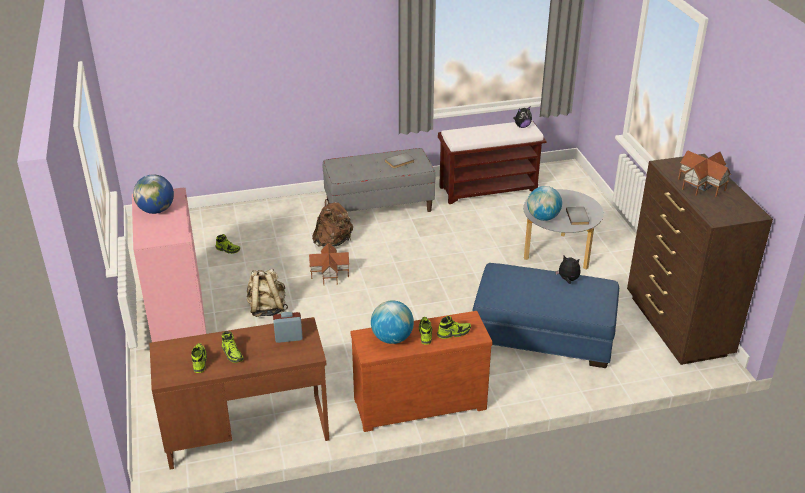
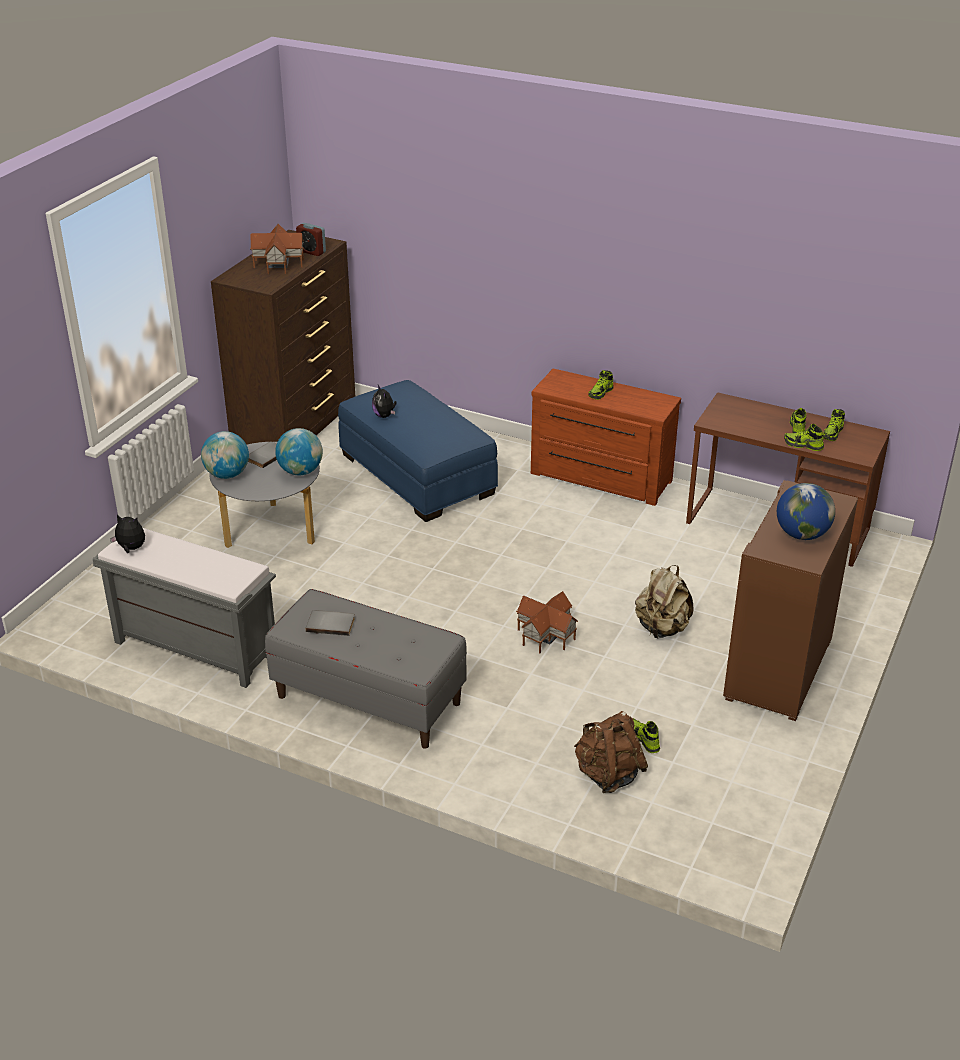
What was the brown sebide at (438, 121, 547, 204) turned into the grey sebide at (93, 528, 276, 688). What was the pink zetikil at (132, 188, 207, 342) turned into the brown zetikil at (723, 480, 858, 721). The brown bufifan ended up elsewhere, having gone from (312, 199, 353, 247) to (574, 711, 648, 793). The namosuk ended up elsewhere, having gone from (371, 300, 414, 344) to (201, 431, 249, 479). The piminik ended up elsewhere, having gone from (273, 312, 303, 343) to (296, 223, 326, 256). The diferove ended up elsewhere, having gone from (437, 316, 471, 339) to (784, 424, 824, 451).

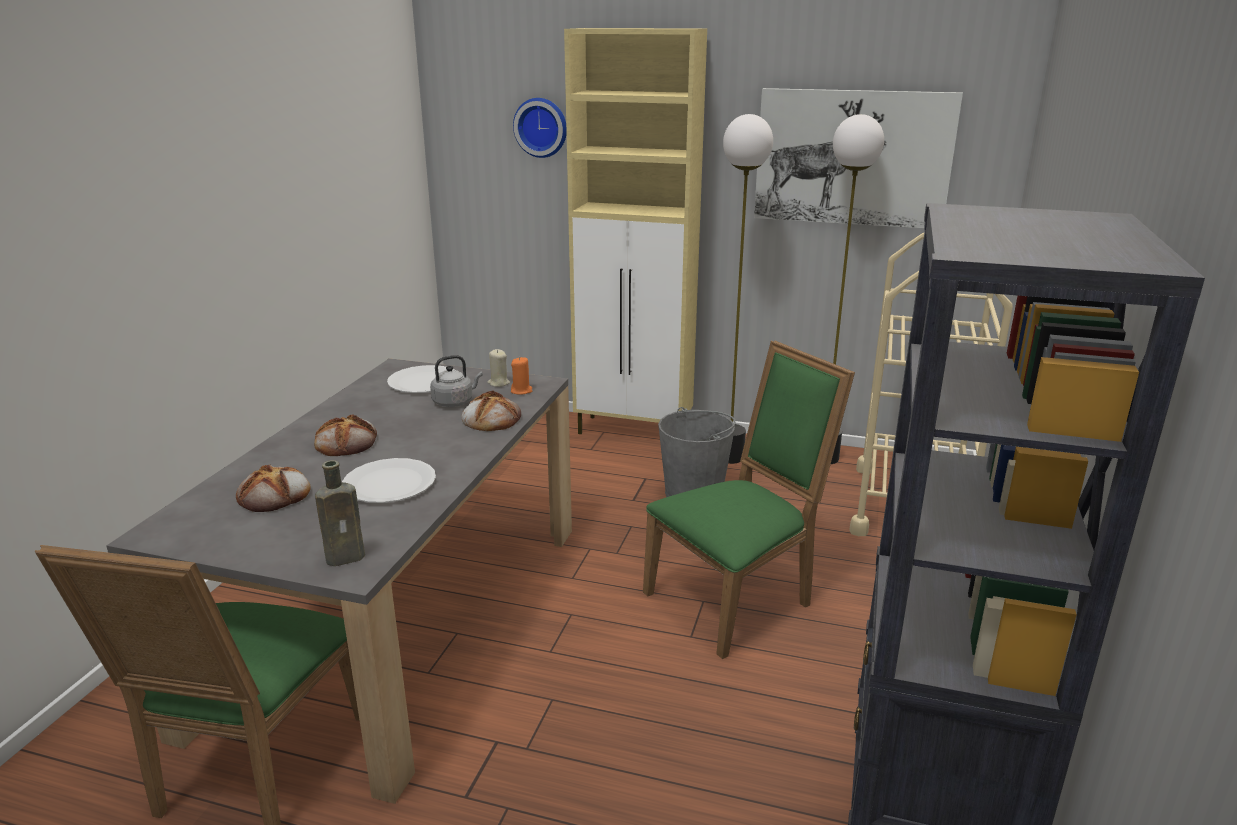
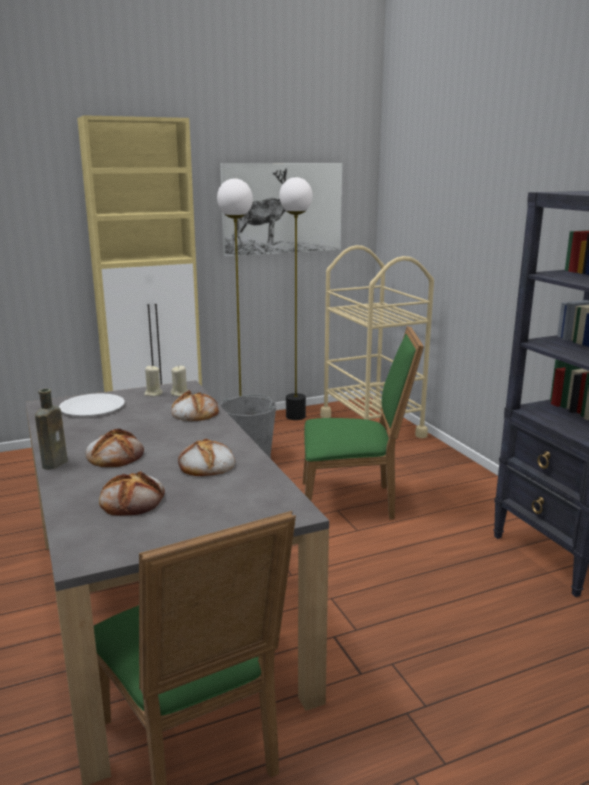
The second view lost the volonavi at (513, 98, 567, 158). The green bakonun at (643, 341, 855, 659) ended up facing another way, 75 degrees clockwise from before. The second view lost the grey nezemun at (430, 355, 483, 407). What was the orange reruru at (511, 357, 532, 395) turned into the beige reruru at (171, 365, 189, 396). Where the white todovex stood at (342, 458, 436, 503), the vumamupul came to stand at (178, 438, 235, 476). The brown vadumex ended up elsewhere, having gone from (315, 460, 365, 566) to (35, 389, 68, 470).

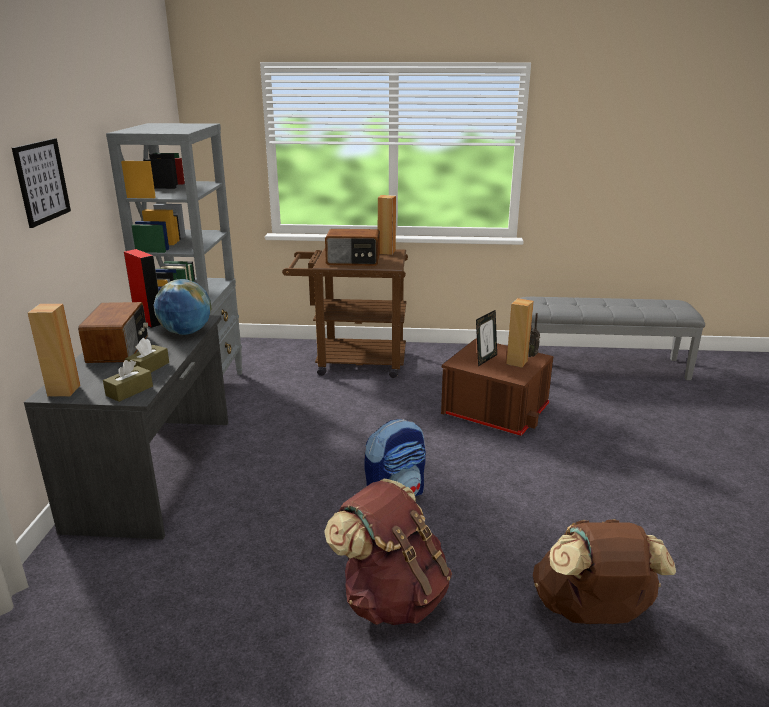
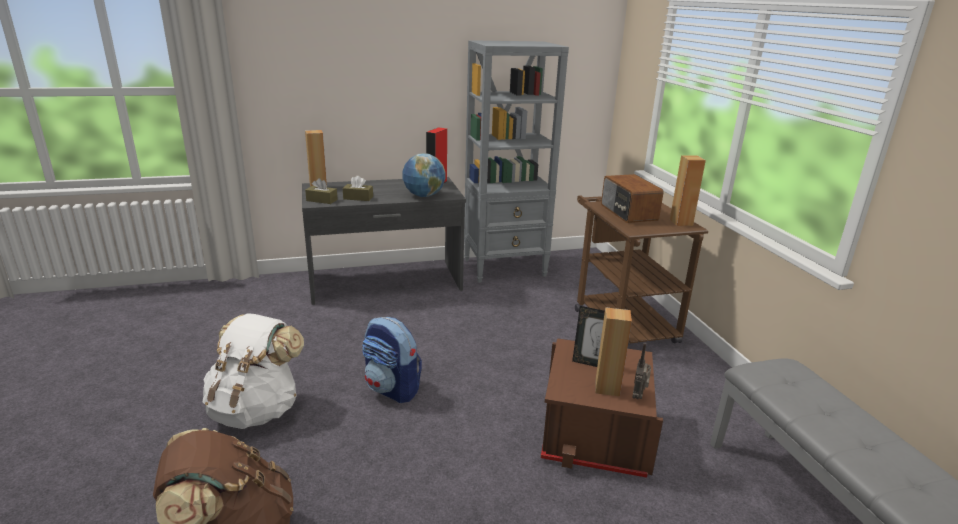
The second view lost the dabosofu at (12, 138, 71, 228). The second view lost the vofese at (78, 302, 148, 363). What was the brown bufifan at (324, 479, 452, 625) turned into the white bufifan at (203, 313, 304, 429).

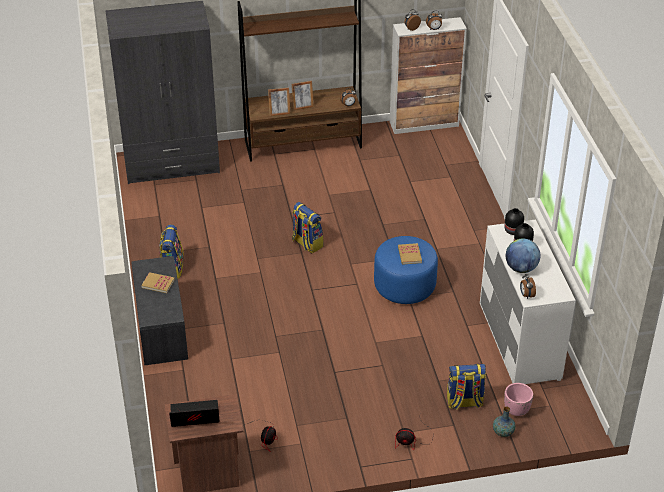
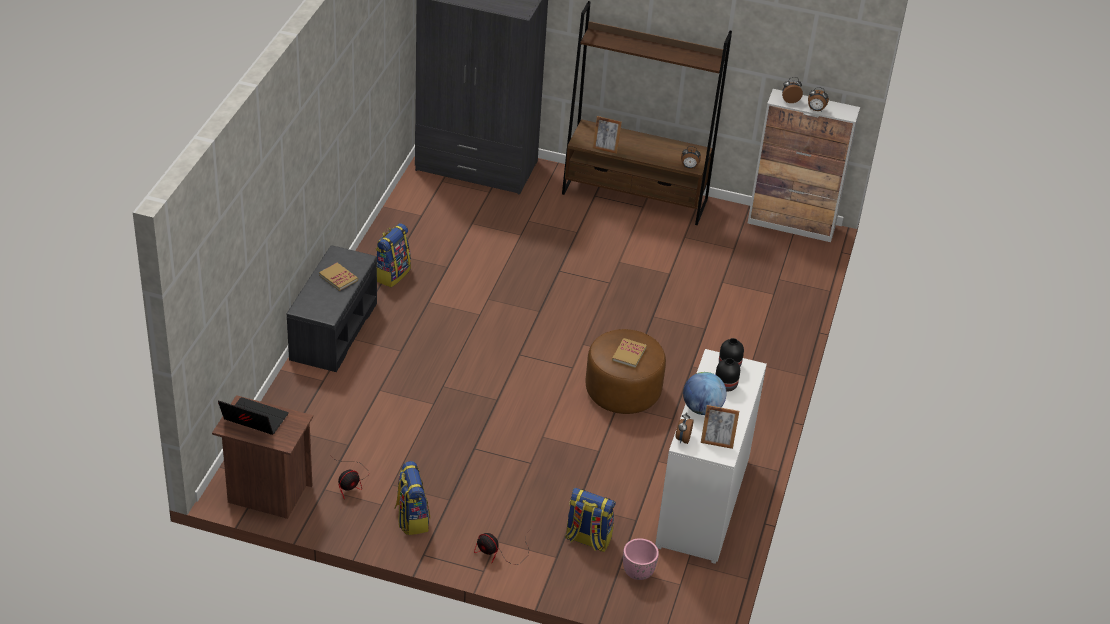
The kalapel ended up elsewhere, having gone from (292, 81, 314, 110) to (701, 405, 739, 449). The bufifan ended up elsewhere, having gone from (292, 202, 323, 253) to (395, 461, 430, 535). What was the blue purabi at (374, 236, 438, 304) turned into the brown purabi at (586, 329, 666, 414). The second view lost the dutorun at (493, 407, 516, 437).

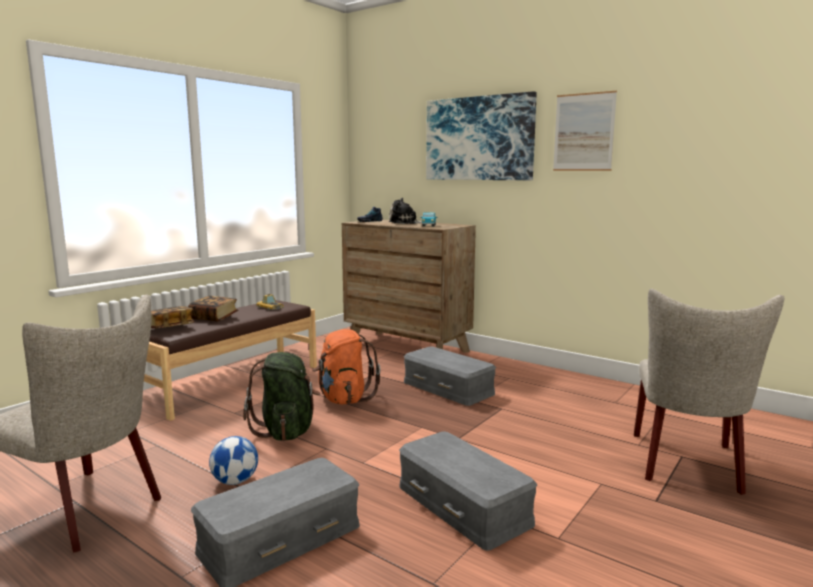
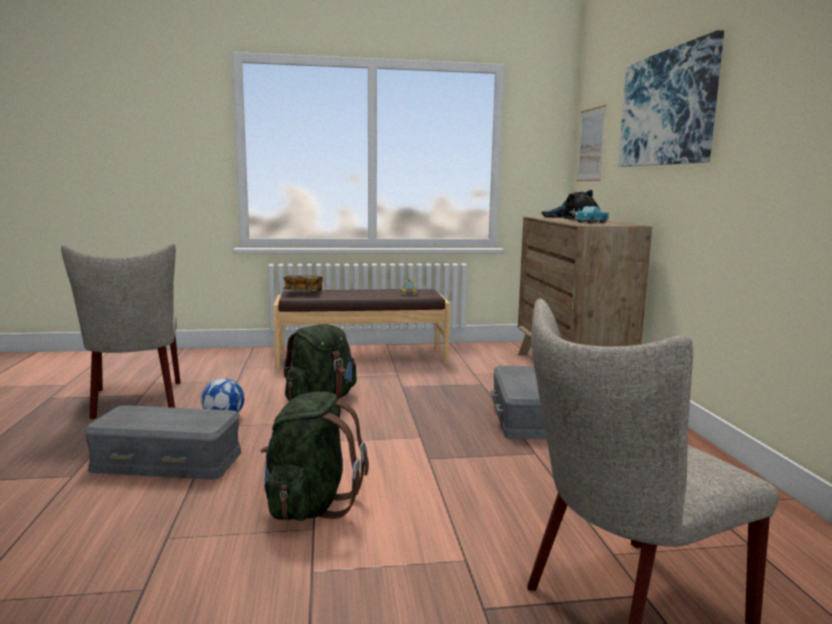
The dabosofu ended up elsewhere, having gone from (553, 91, 617, 171) to (576, 105, 606, 181). The second view lost the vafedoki at (188, 296, 239, 322). The second view lost the orange bufifan at (313, 329, 381, 404). Where the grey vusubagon stood at (399, 431, 538, 551), the green bufifan came to stand at (260, 392, 369, 521).

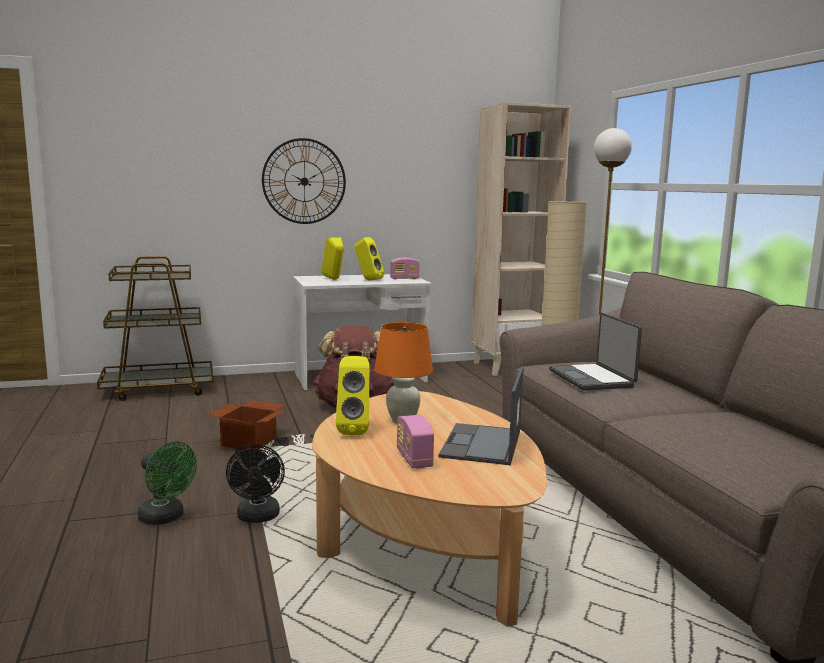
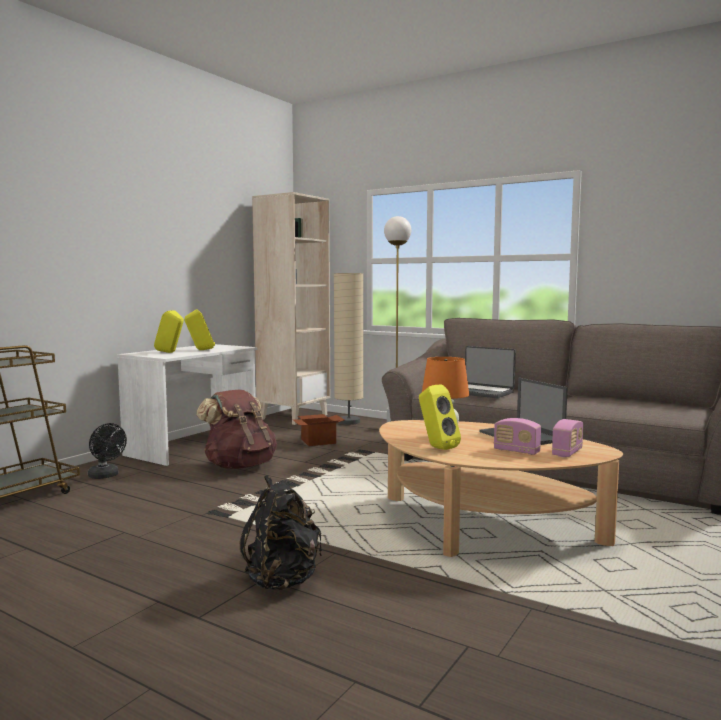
The second view lost the volonavi at (262, 138, 346, 224). The vofese ended up elsewhere, having gone from (390, 258, 420, 280) to (552, 419, 583, 457). The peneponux ended up elsewhere, having gone from (208, 400, 287, 450) to (292, 414, 344, 446). Where the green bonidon stood at (138, 442, 197, 525), the black bufifan came to stand at (240, 475, 322, 590). The black bonidon ended up elsewhere, having gone from (226, 444, 285, 523) to (88, 423, 127, 479).

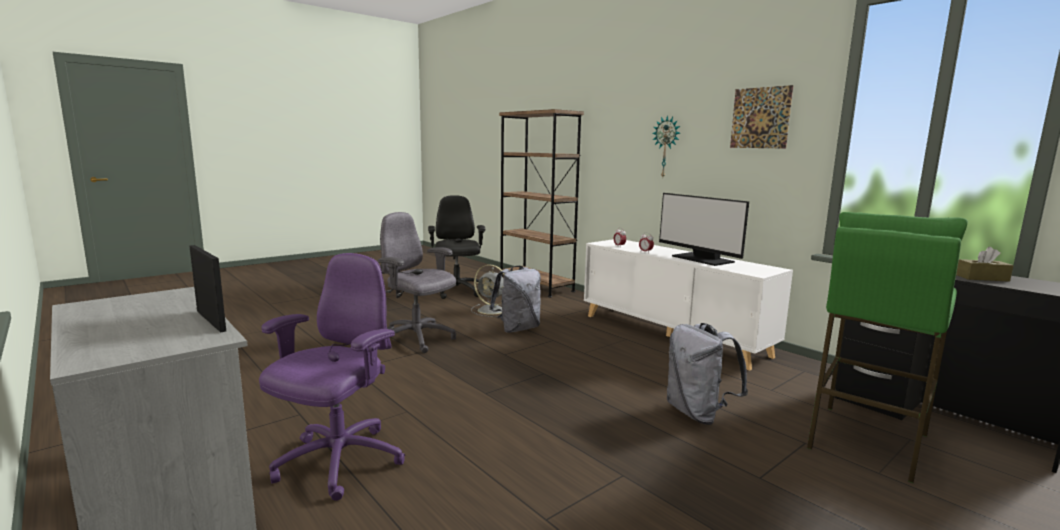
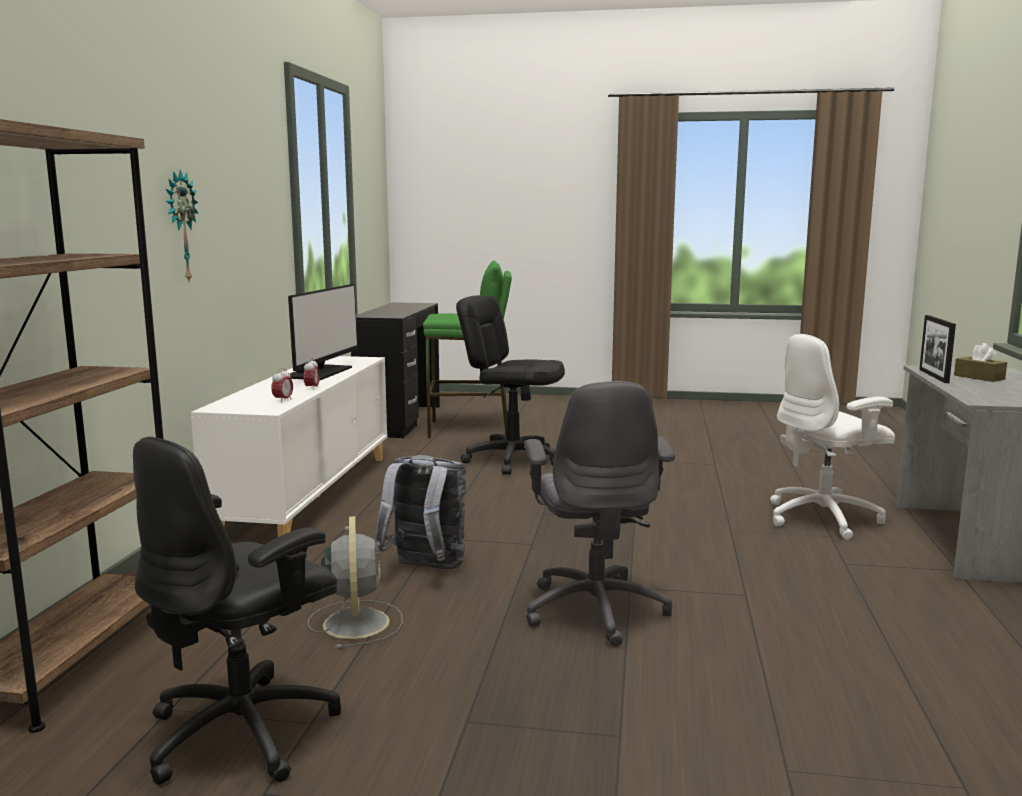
The second view lost the dabosofu at (730, 85, 794, 149). The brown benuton ended up elsewhere, having gone from (956, 247, 1014, 282) to (954, 343, 1007, 382). What was the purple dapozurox at (259, 253, 405, 501) turned into the white dapozurox at (770, 334, 895, 540). Where the grey bufifan stood at (667, 323, 748, 425), the black dapozurox came to stand at (456, 295, 565, 475).

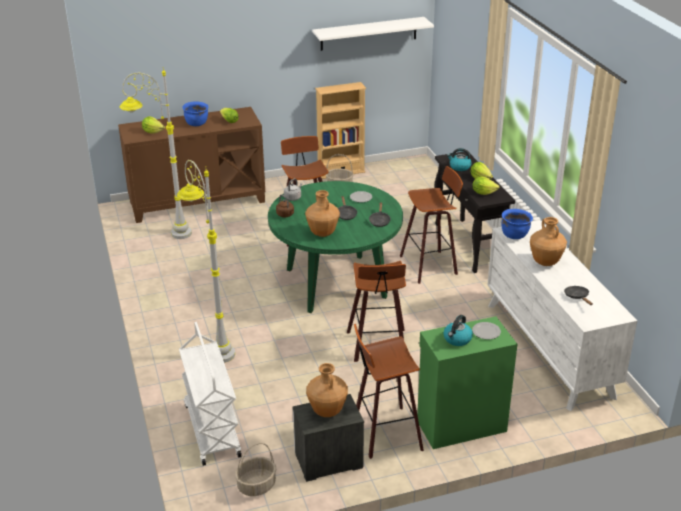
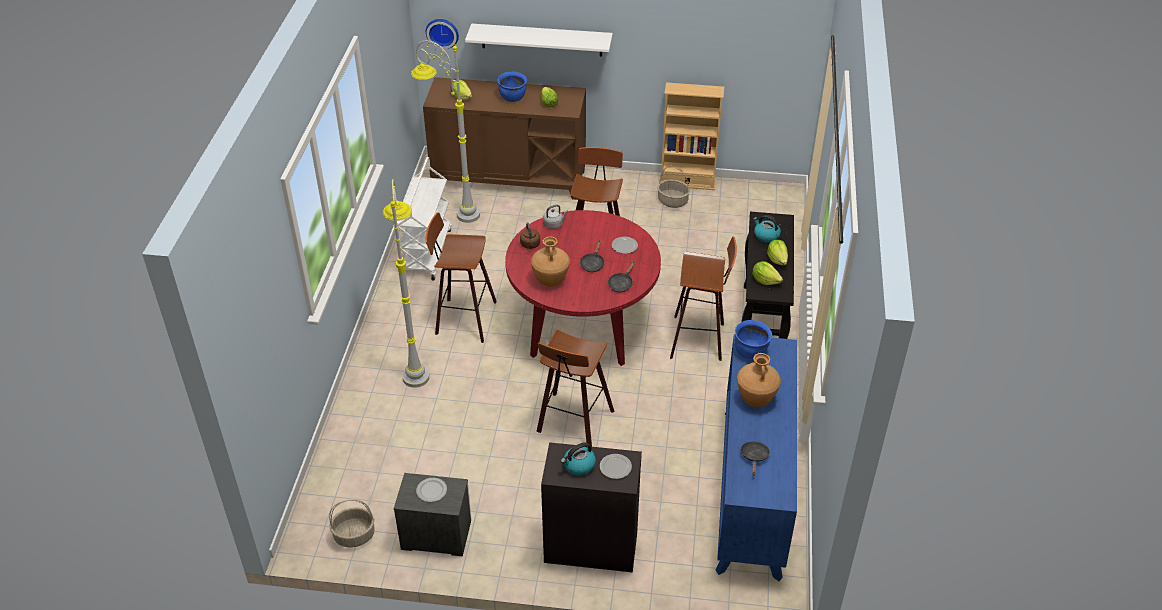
The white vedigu ended up elsewhere, having gone from (312, 17, 434, 51) to (465, 23, 613, 56). What was the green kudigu at (268, 181, 403, 313) turned into the red kudigu at (505, 210, 661, 366). What was the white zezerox at (488, 220, 637, 411) turned into the blue zezerox at (716, 334, 797, 581). What was the green zetikil at (417, 316, 517, 449) turned into the black zetikil at (541, 442, 642, 572). The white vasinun ended up elsewhere, having gone from (179, 322, 242, 466) to (397, 157, 452, 281). The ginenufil ended up elsewhere, having gone from (354, 324, 424, 459) to (425, 213, 497, 343). Where the brown dutorun stood at (306, 363, 348, 417), the todovex came to stand at (416, 478, 447, 502). The second view gained the volonavi at (426, 19, 459, 49).

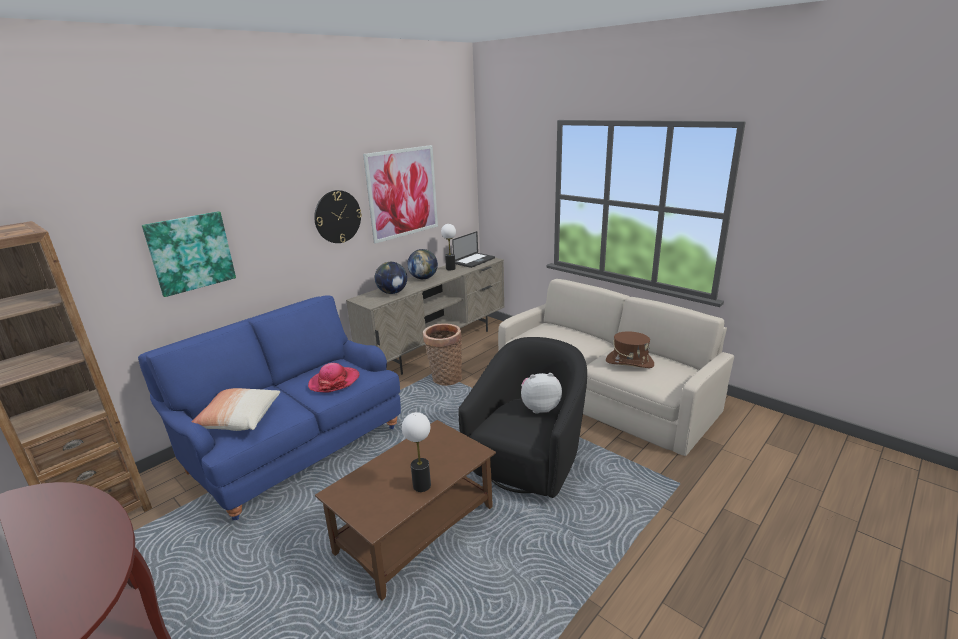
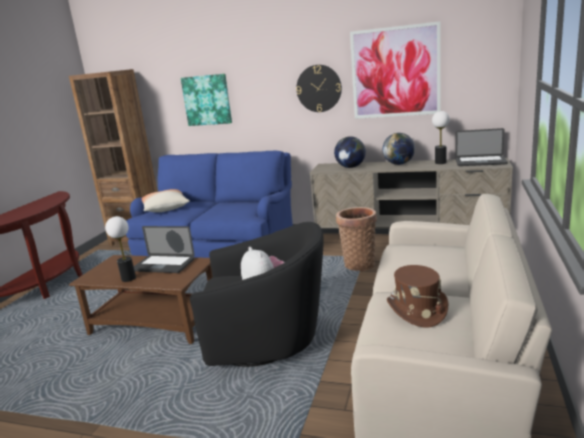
The second view lost the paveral at (308, 363, 360, 393). The second view gained the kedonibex at (134, 226, 195, 273).

